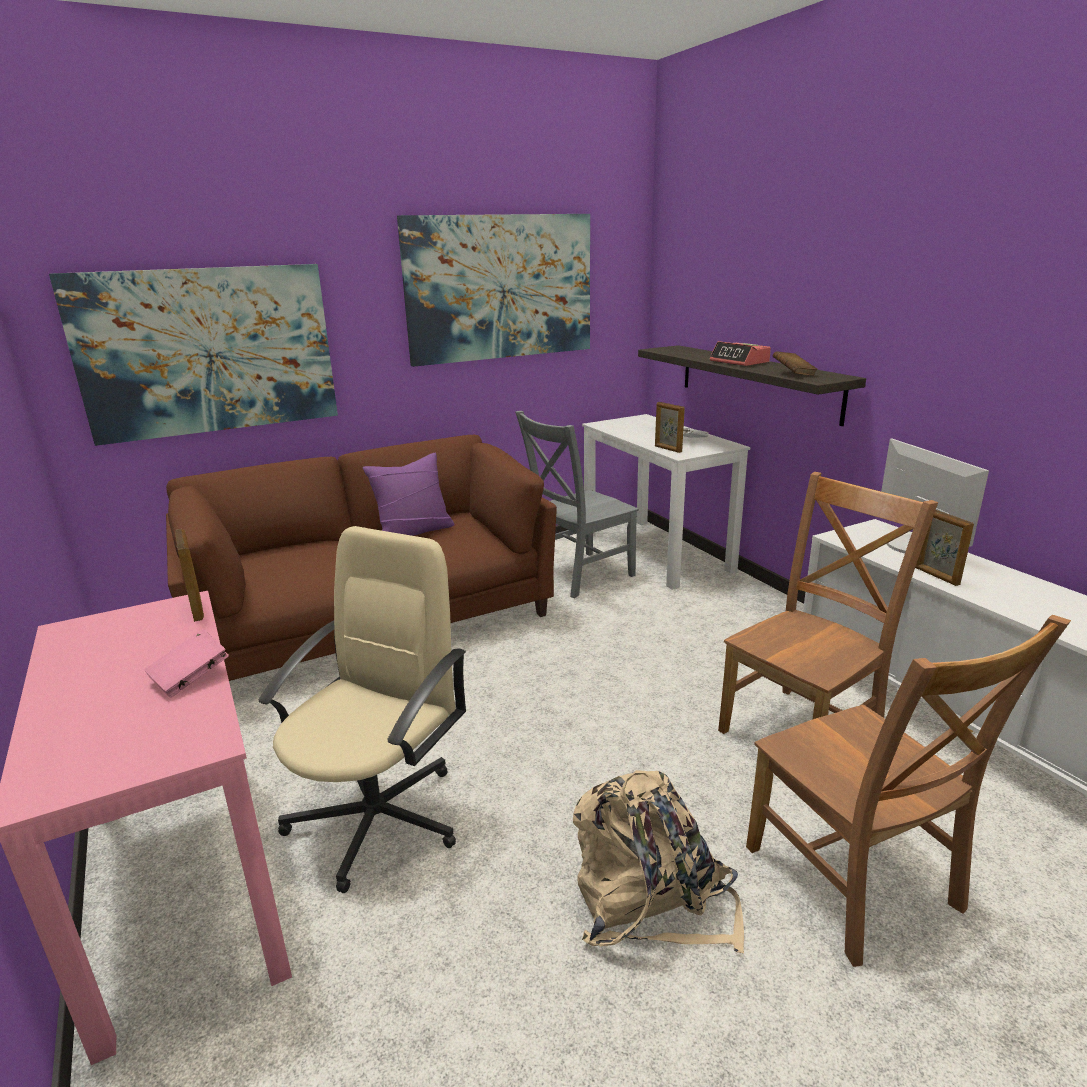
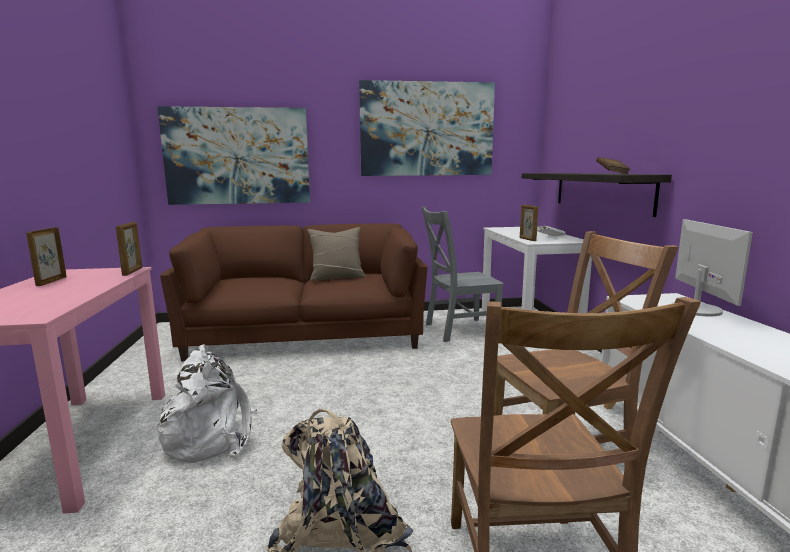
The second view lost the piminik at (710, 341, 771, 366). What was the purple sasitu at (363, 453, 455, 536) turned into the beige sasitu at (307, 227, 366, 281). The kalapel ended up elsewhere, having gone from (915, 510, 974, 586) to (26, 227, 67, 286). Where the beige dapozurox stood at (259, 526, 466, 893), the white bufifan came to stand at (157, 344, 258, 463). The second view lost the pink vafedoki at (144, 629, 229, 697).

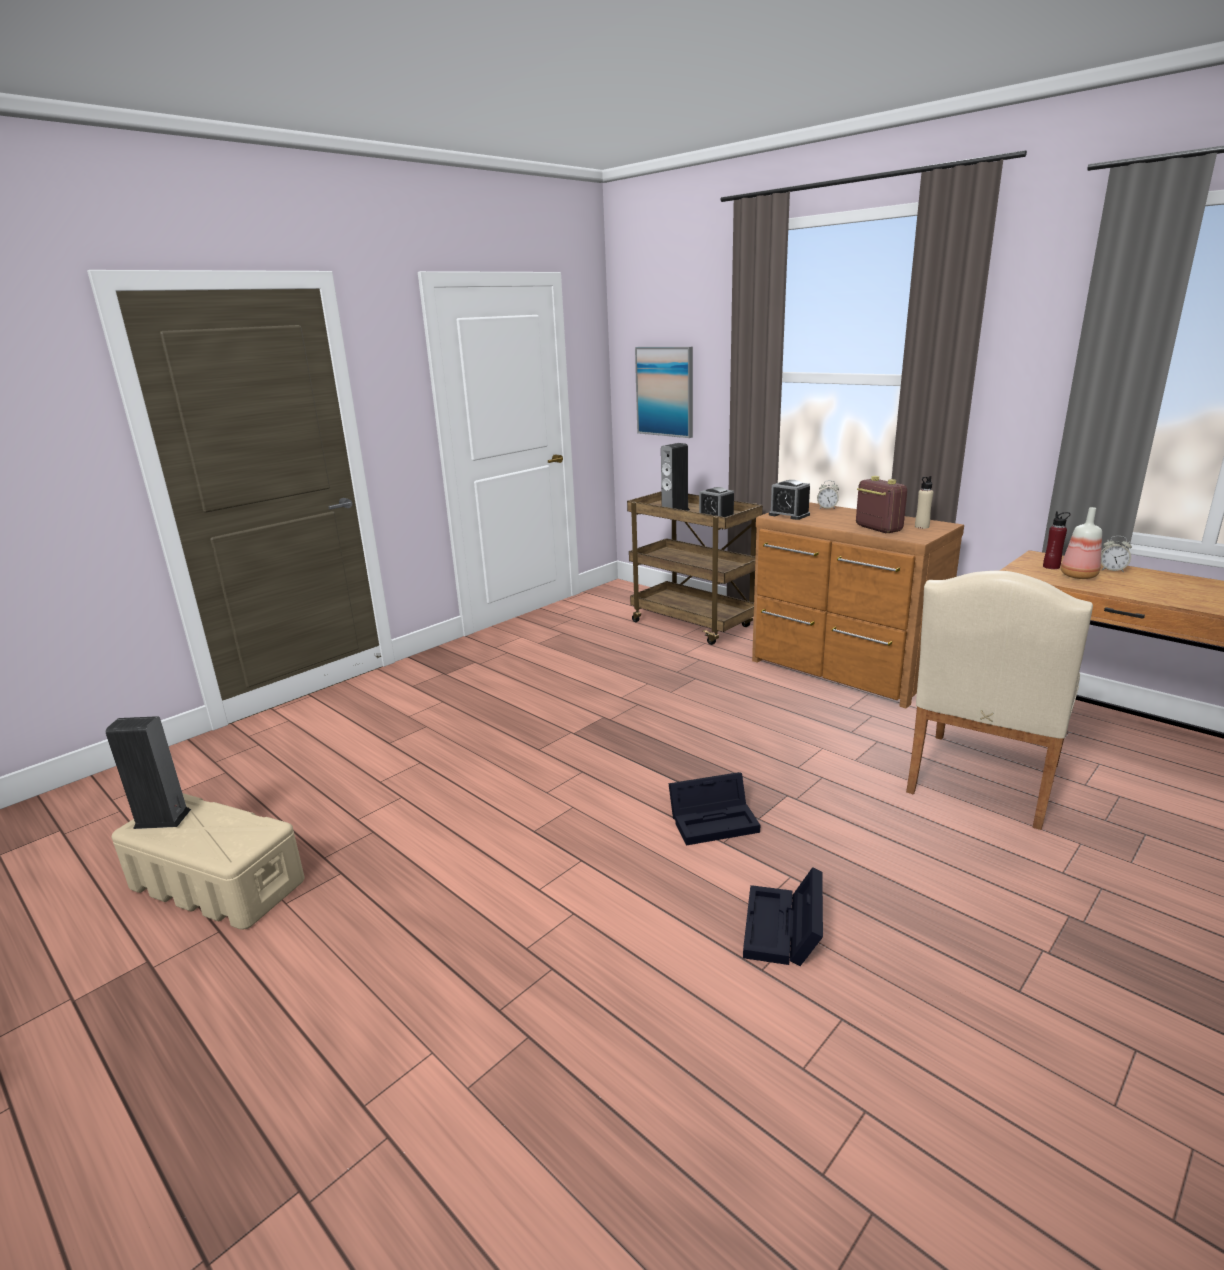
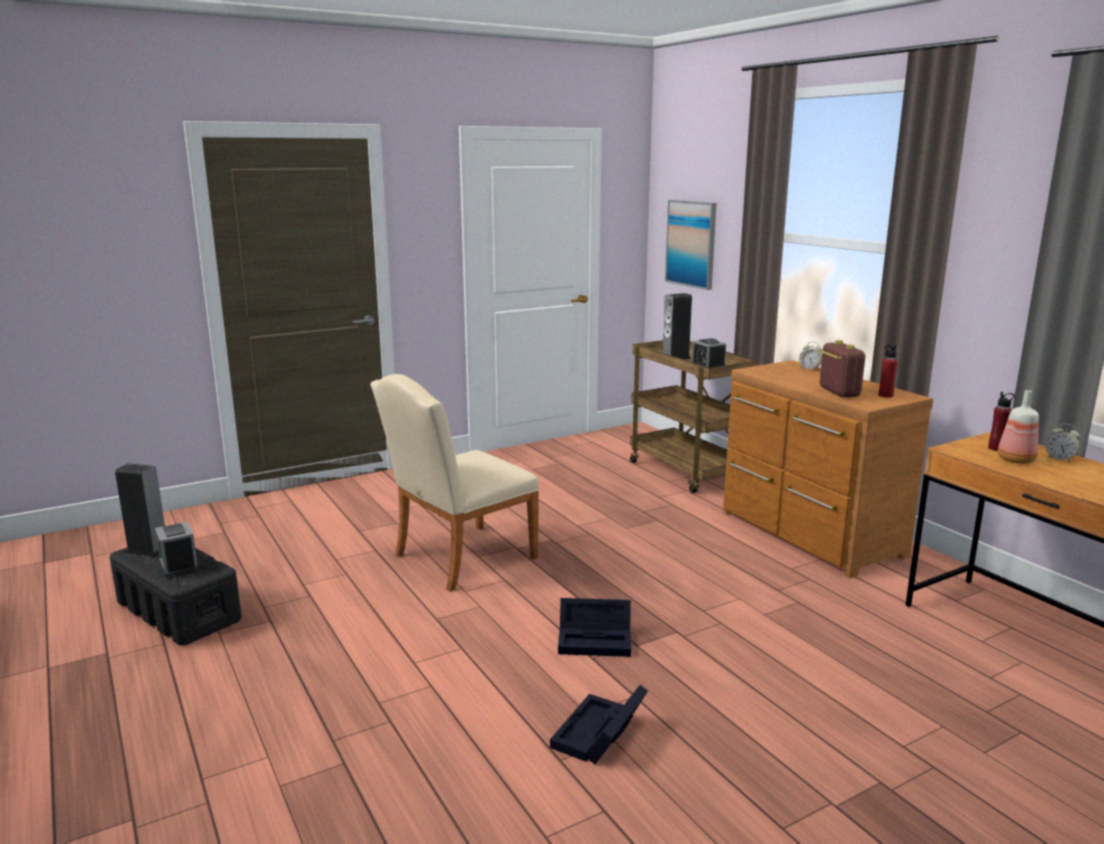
What was the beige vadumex at (915, 476, 933, 529) turned into the red vadumex at (879, 345, 898, 398). The piminik ended up elsewhere, having gone from (769, 480, 810, 520) to (155, 522, 198, 577). The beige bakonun ended up elsewhere, having gone from (906, 571, 1093, 830) to (370, 374, 540, 592). What was the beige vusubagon at (112, 793, 305, 929) turned into the black vusubagon at (110, 547, 242, 646).

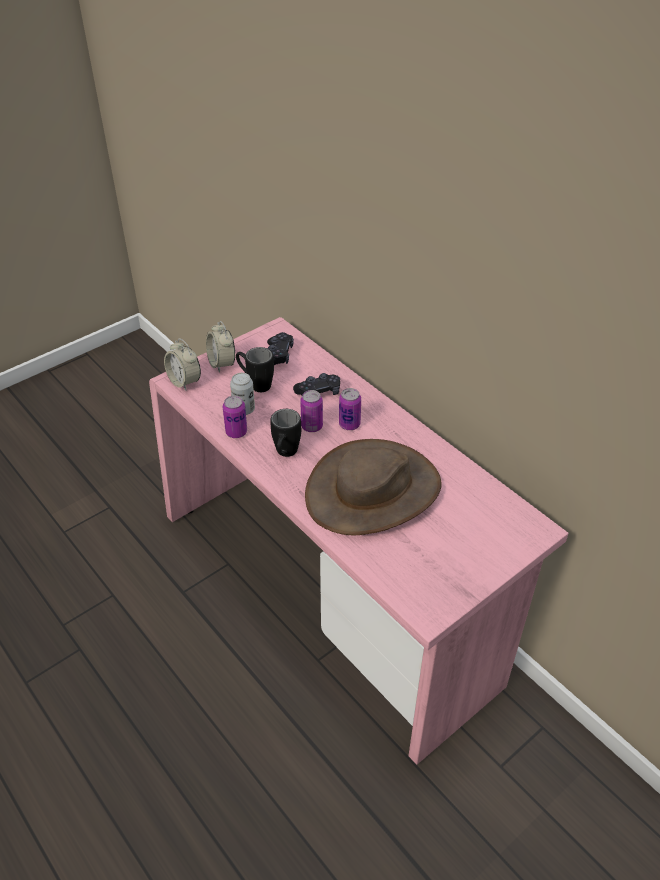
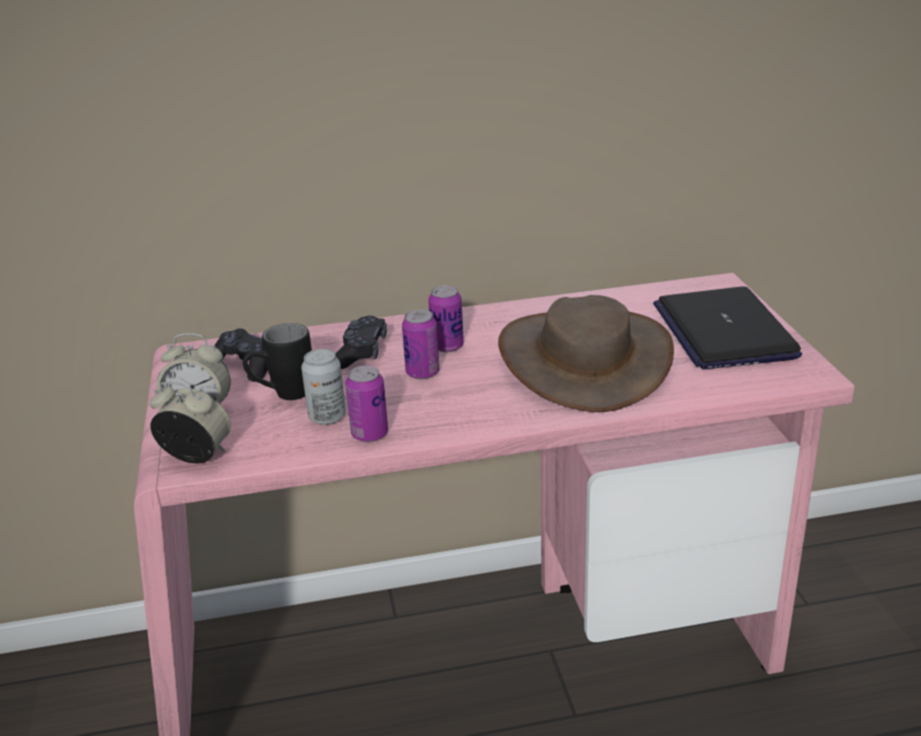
The piminik at (164, 338, 201, 391) ended up facing another way, 150 degrees counterclockwise from before. The second view lost the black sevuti at (270, 409, 301, 457). The second view gained the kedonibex at (653, 286, 802, 369).

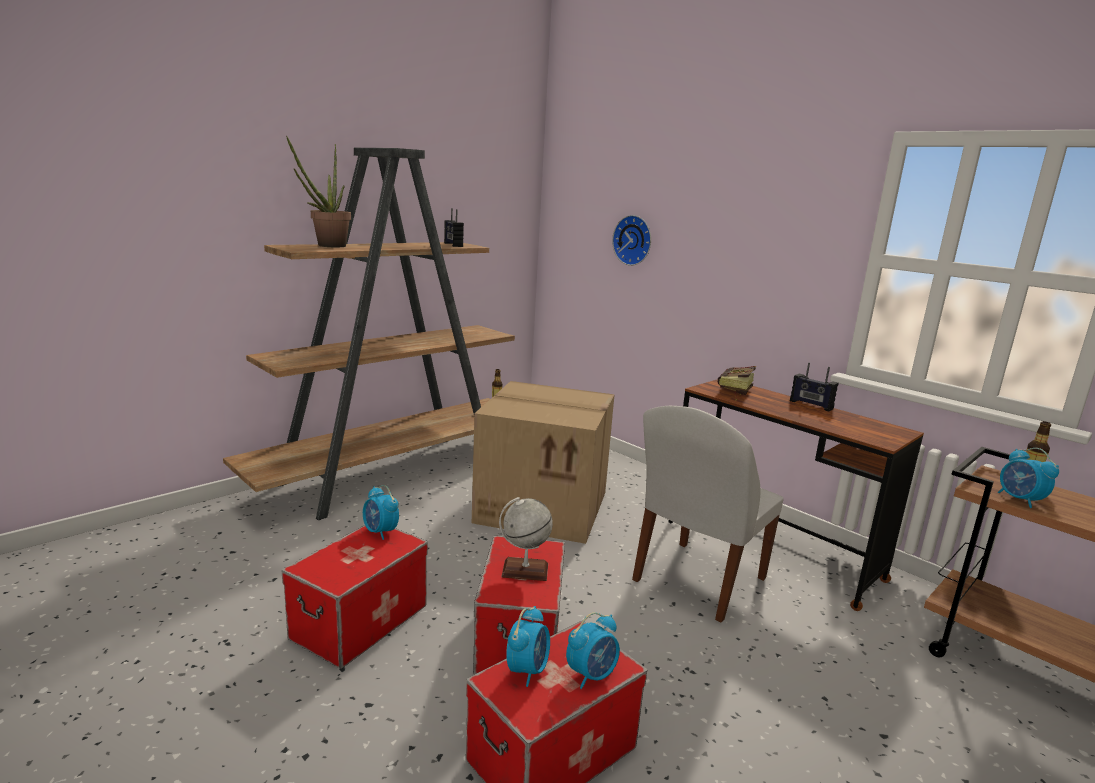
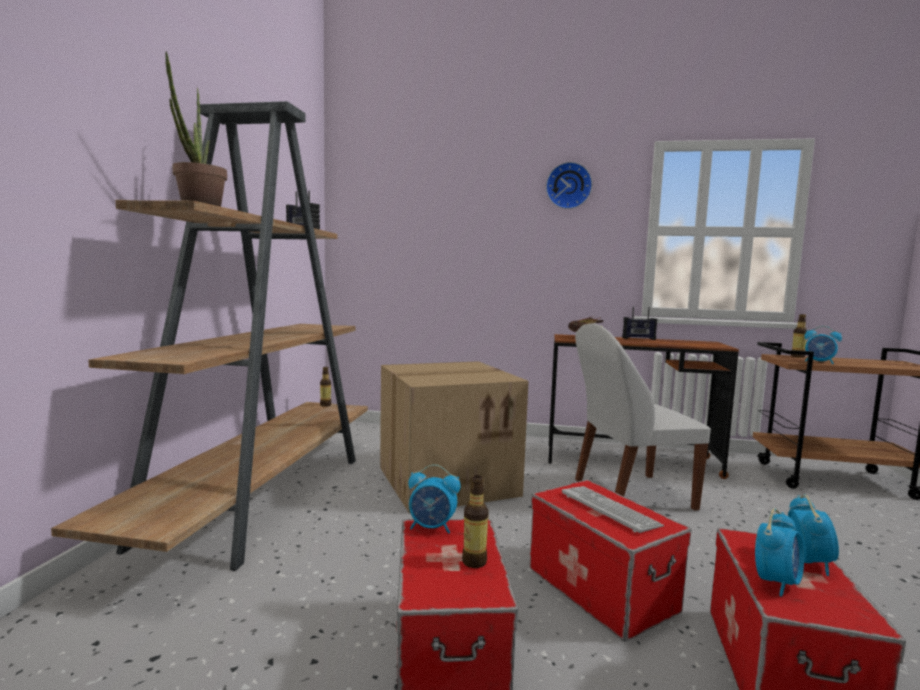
The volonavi ended up elsewhere, having gone from (612, 215, 651, 266) to (546, 162, 593, 209). The white bakonun at (632, 406, 784, 623) ended up facing another way, 75 degrees clockwise from before. Where the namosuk stood at (499, 497, 553, 581), the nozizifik came to stand at (562, 486, 664, 533). The piminik at (506, 606, 550, 687) ended up facing another way, 60 degrees clockwise from before. The second view gained the vadumex at (462, 475, 489, 568).

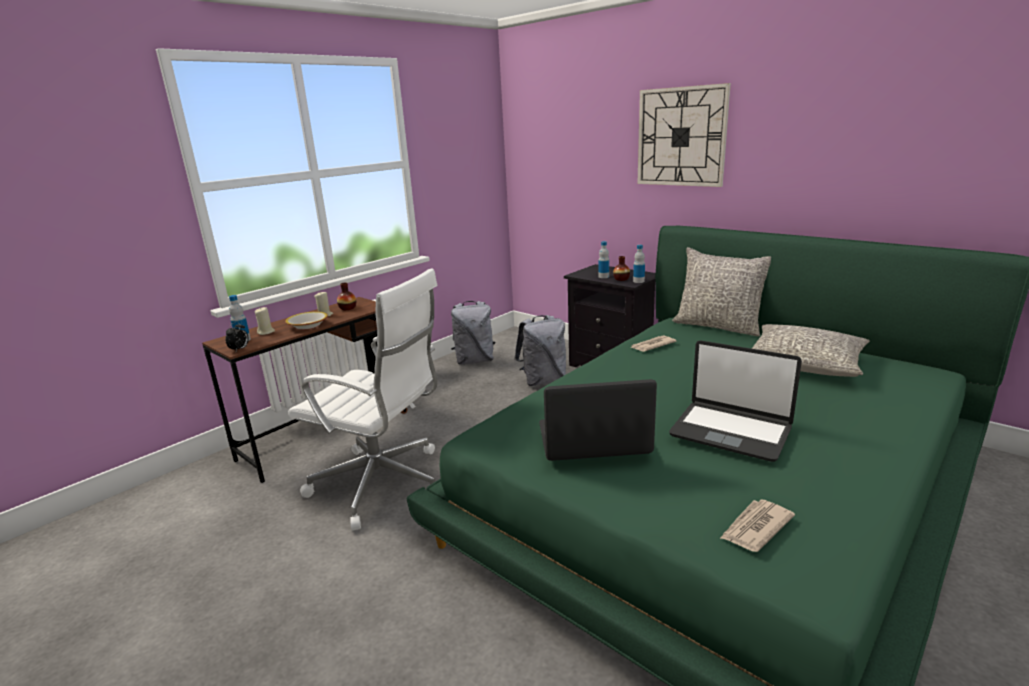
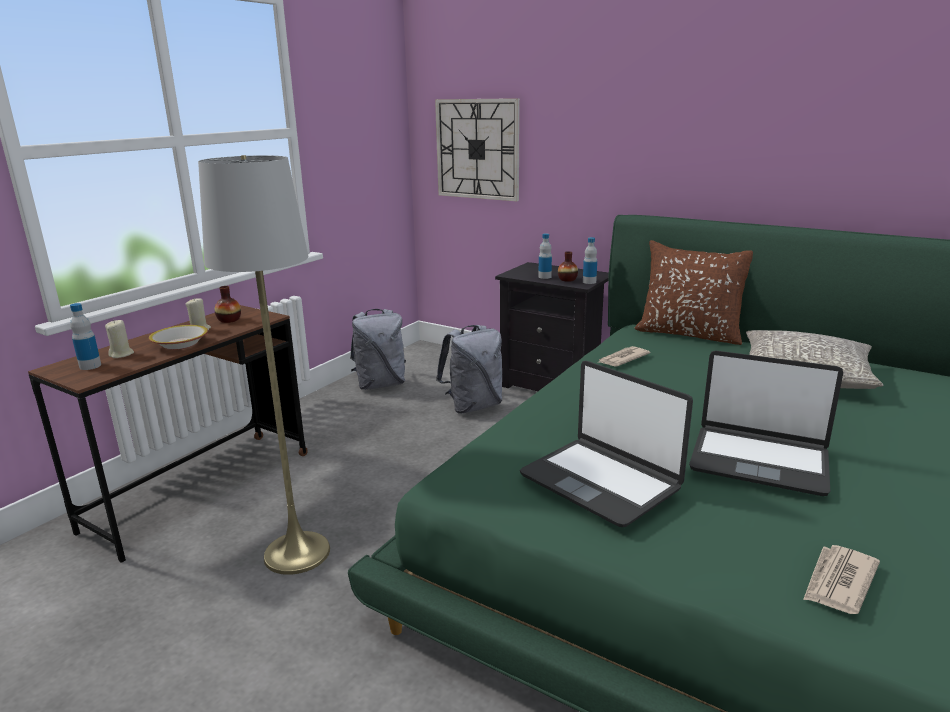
The volonavi ended up elsewhere, having gone from (637, 83, 731, 187) to (435, 98, 520, 201). What was the grey sasitu at (672, 247, 771, 337) turned into the brown sasitu at (635, 240, 753, 345). Where the white dapozurox stood at (288, 268, 438, 531), the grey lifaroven came to stand at (198, 155, 330, 575). The second view lost the piminik at (225, 322, 249, 351). The kedonibex at (539, 379, 657, 461) ended up facing another way, 120 degrees counterclockwise from before.

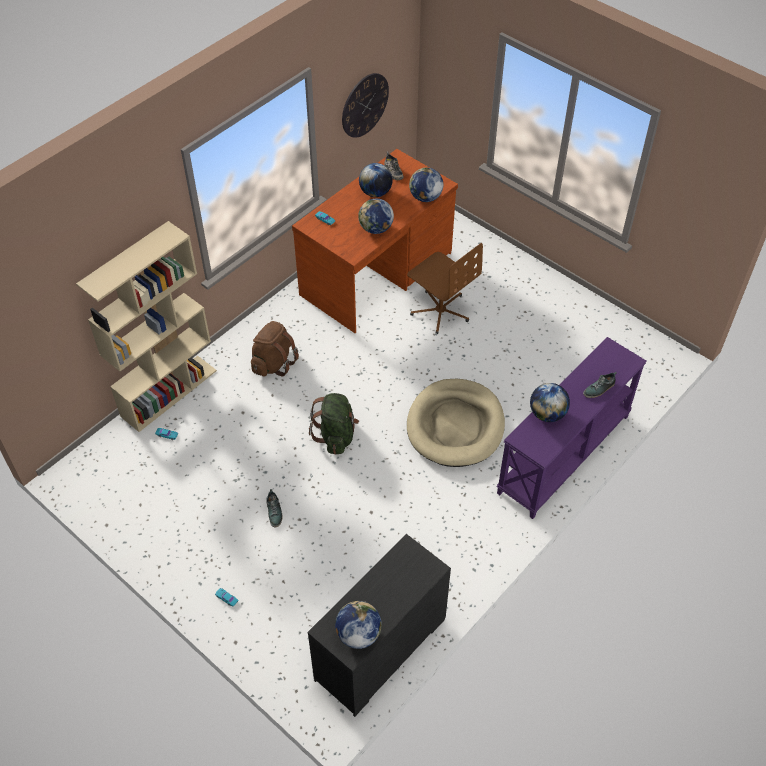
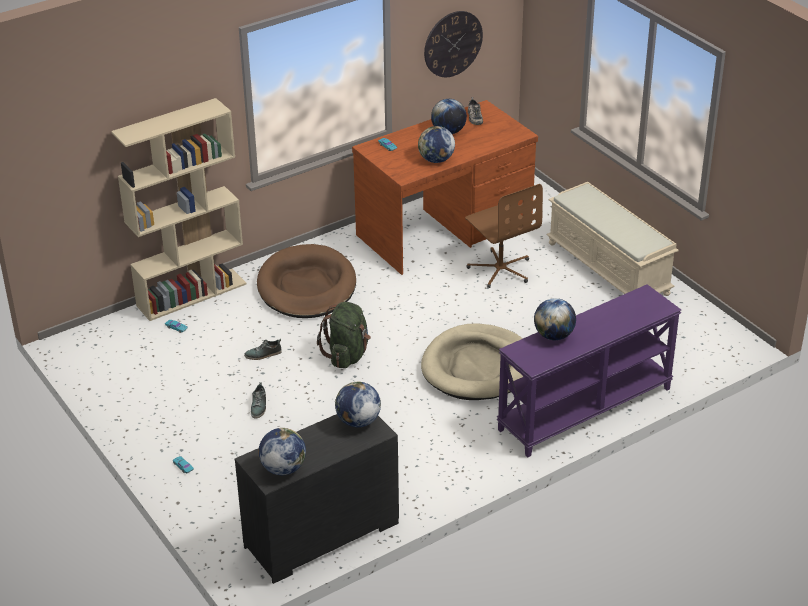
The namosuk ended up elsewhere, having gone from (409, 168, 444, 202) to (335, 382, 381, 427). Where the brown bufifan stood at (251, 321, 299, 377), the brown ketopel came to stand at (257, 244, 356, 318). The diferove ended up elsewhere, having gone from (583, 372, 617, 398) to (244, 339, 282, 360). The second view gained the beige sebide at (546, 182, 679, 296).

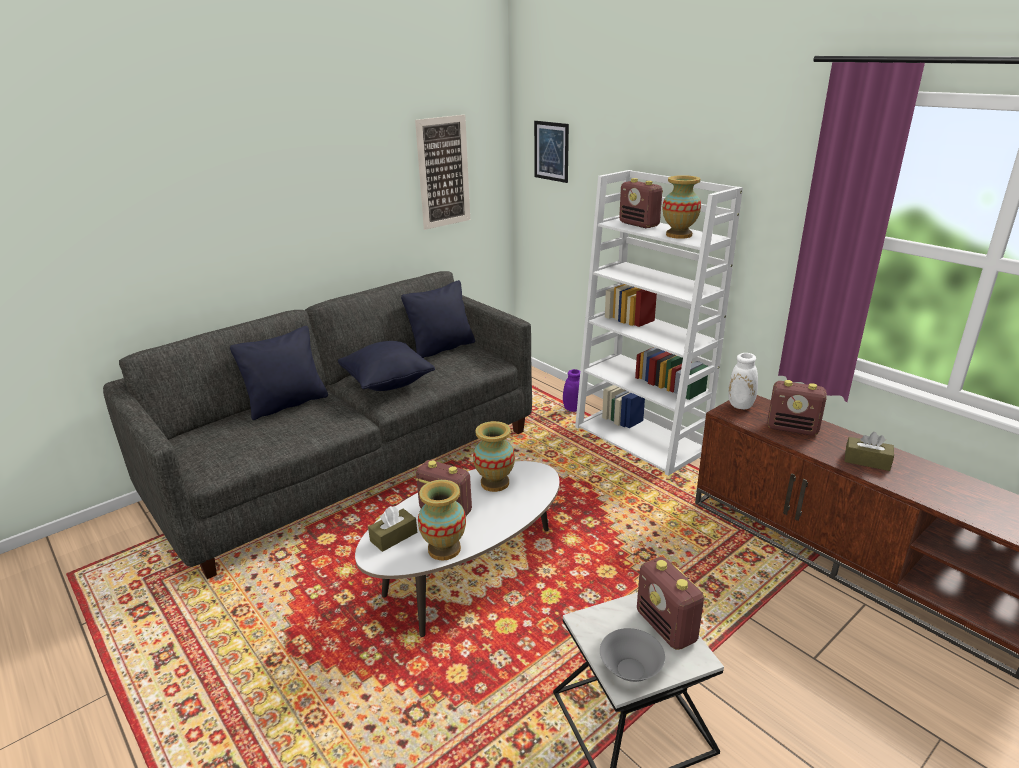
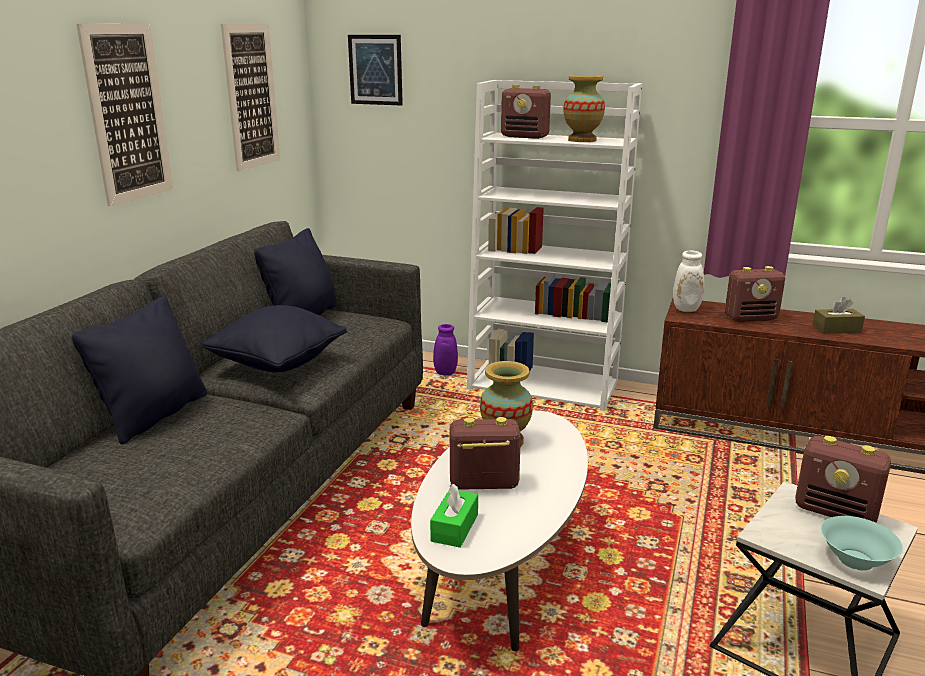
The second view lost the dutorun at (418, 480, 466, 561). What was the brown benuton at (368, 506, 417, 552) turned into the green benuton at (430, 484, 478, 548). What was the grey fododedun at (600, 628, 665, 682) turned into the turquoise fododedun at (821, 516, 903, 571). The second view gained the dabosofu at (76, 23, 173, 206).

